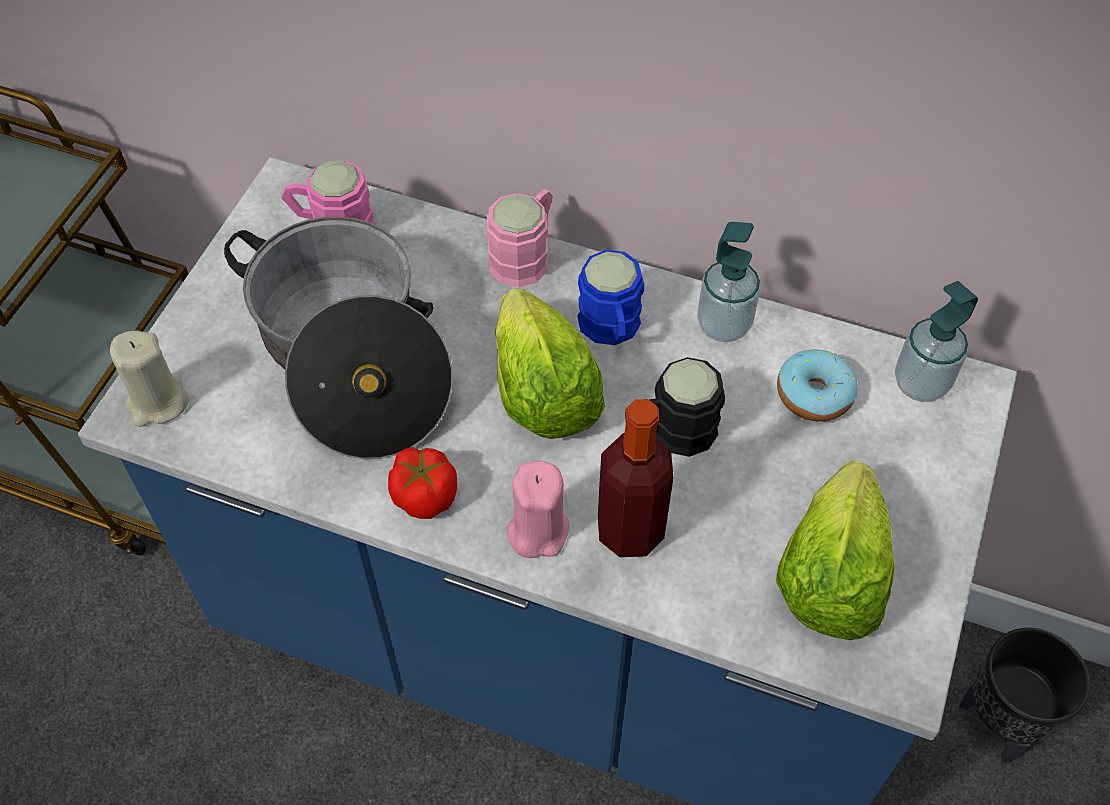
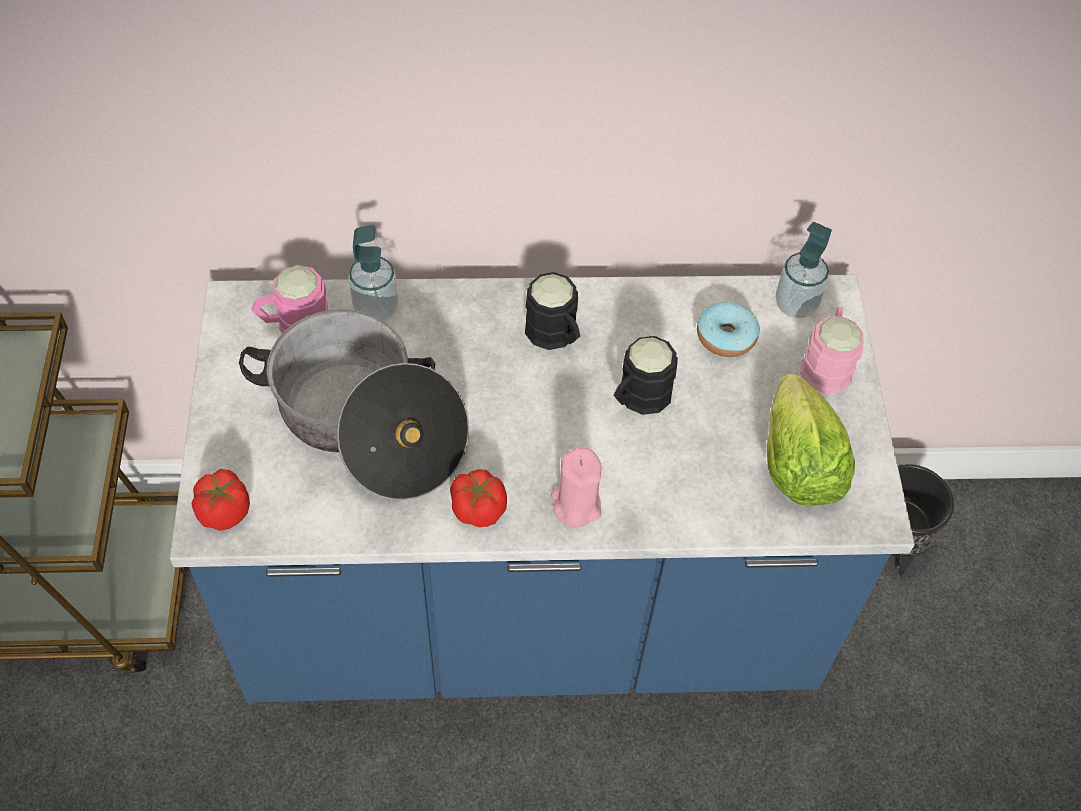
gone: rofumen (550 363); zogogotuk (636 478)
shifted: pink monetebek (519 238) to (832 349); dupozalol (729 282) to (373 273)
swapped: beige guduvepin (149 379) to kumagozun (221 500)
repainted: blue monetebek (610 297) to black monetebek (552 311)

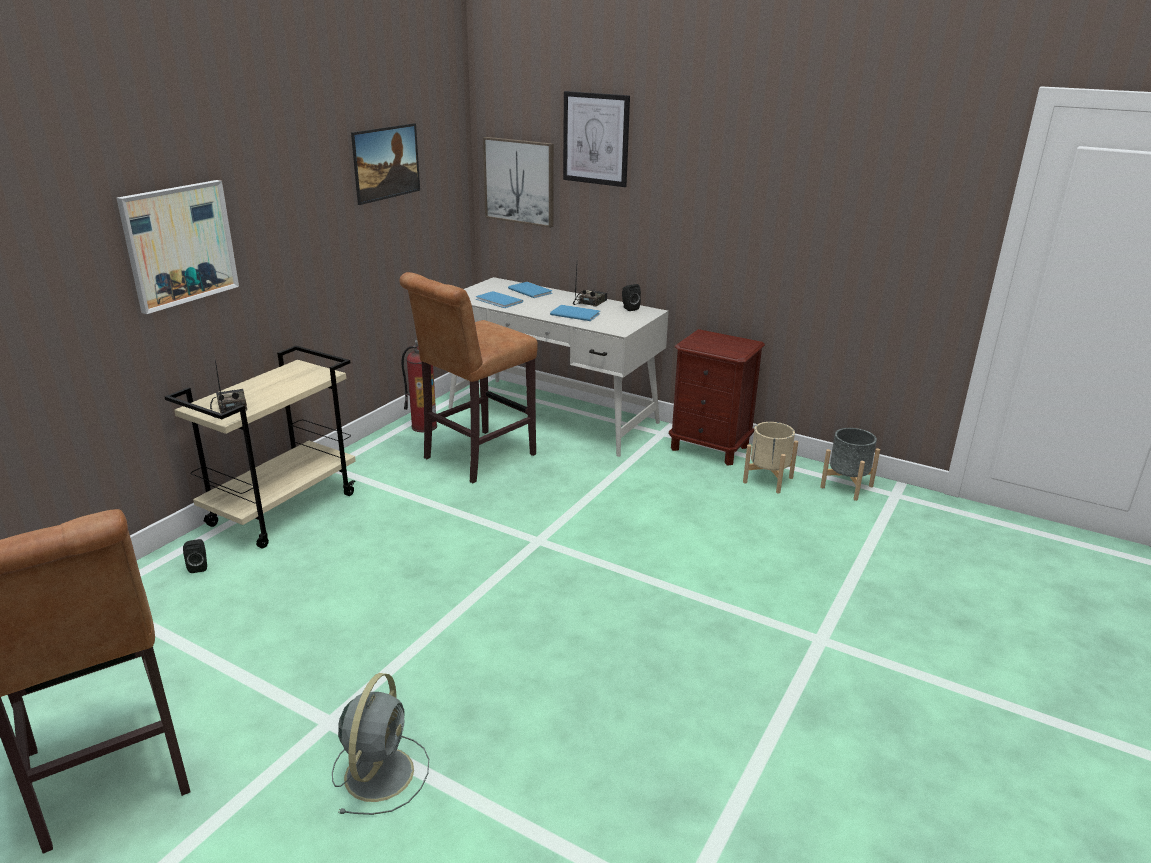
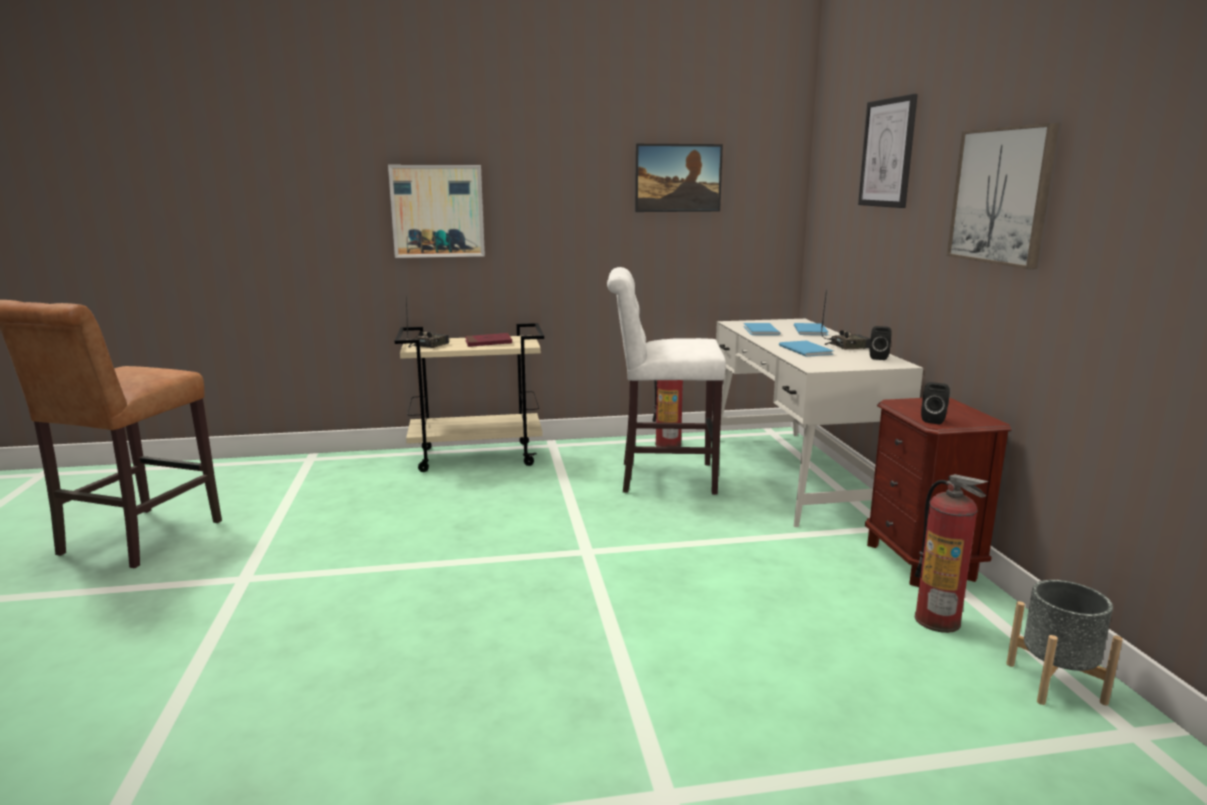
gone: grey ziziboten (380 744)
new: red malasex (488 340)
shifted: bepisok (518 182) to (1003 196); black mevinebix (195 556) to (935 403)
swapped: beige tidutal (770 457) to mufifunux (952 553)
repainted: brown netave (468 377) to white netave (666 381)

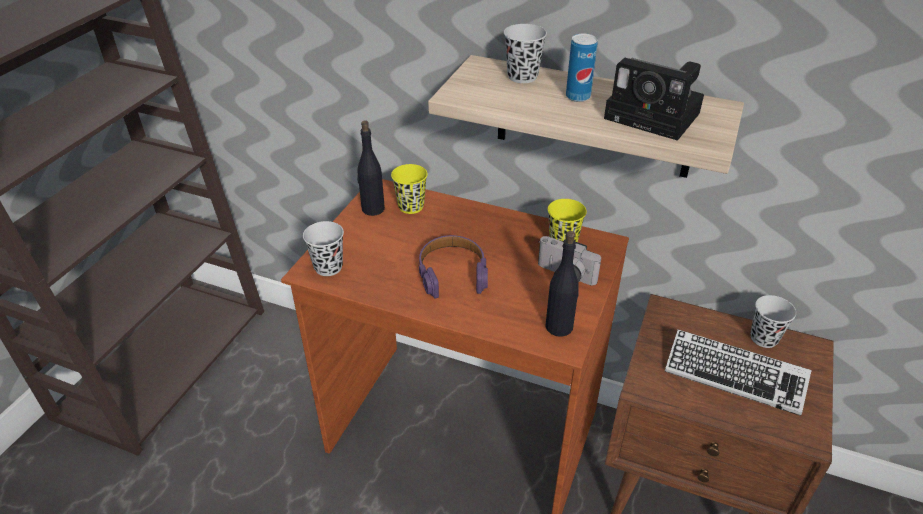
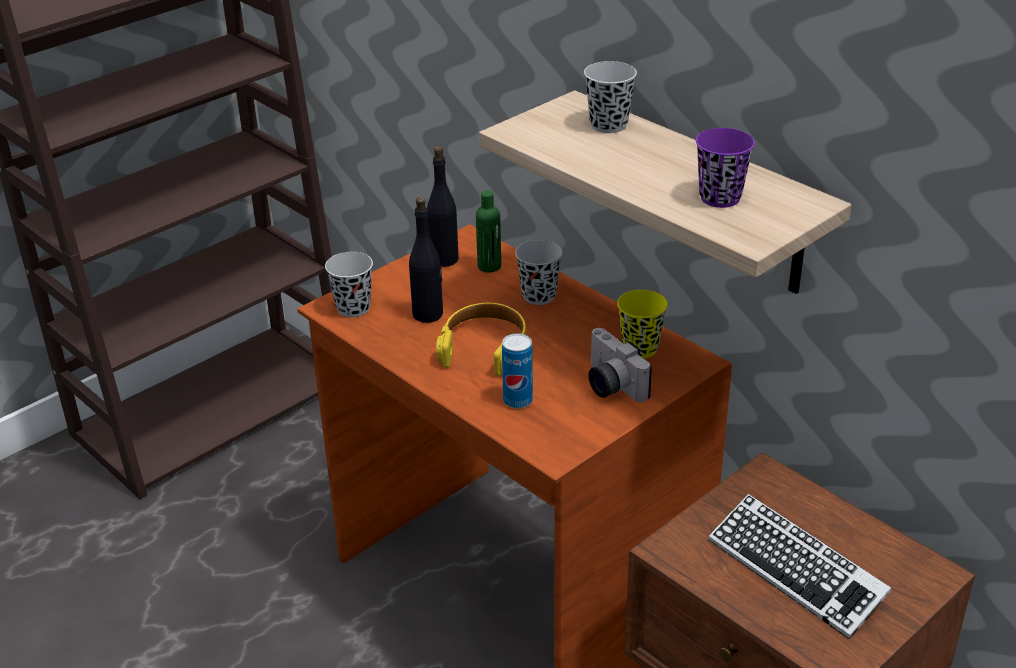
shifted: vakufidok (582 68) to (517 371); black zogogotuk (562 284) to (426 260); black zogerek (773 321) to (539 272)
swapped: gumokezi (654 99) to purple zogerek (725 168); yellow zogerek (409 189) to green zogogotuk (488 231)
repainted: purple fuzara (453 266) to yellow fuzara (481 339)

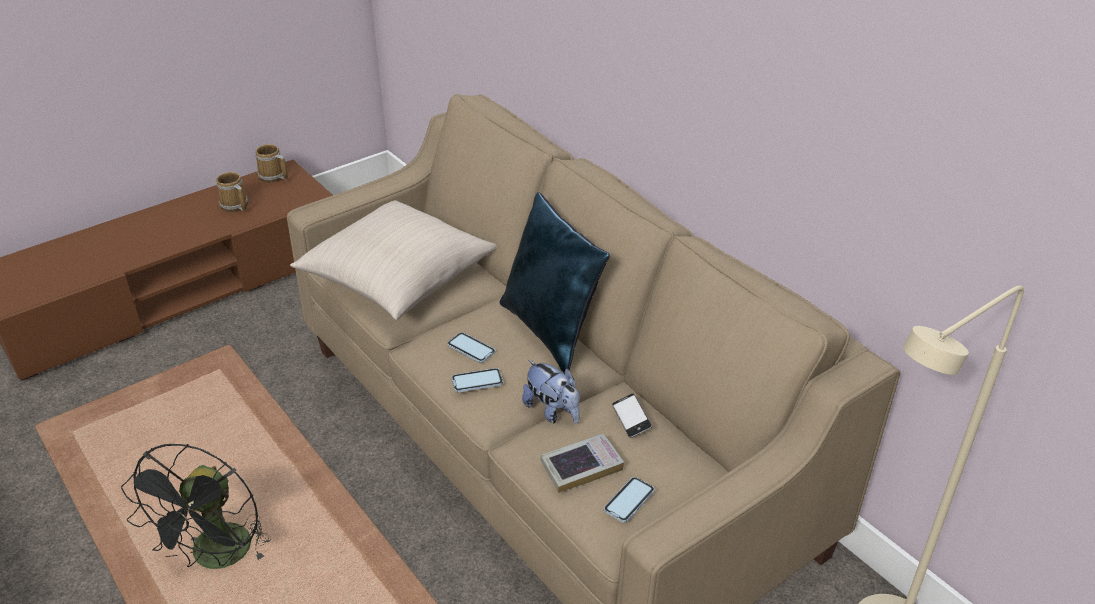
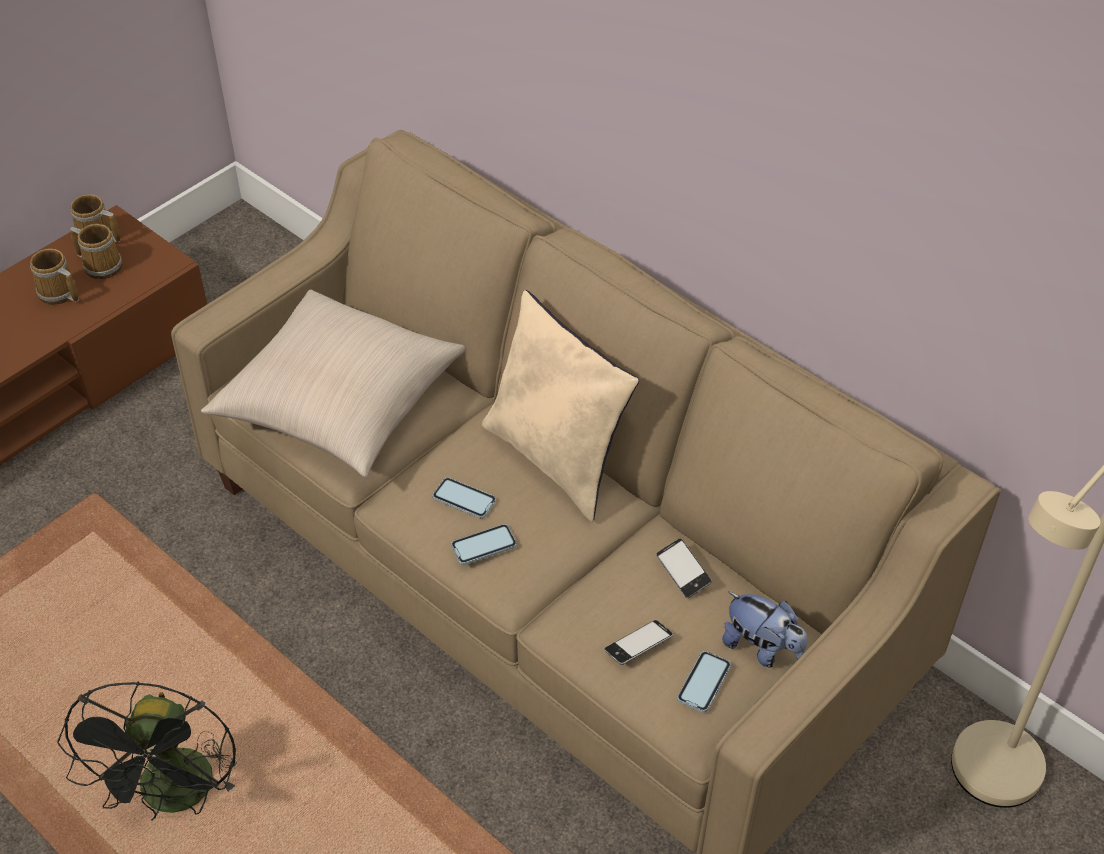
new: monetebek (96 251)
shifted: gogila (551 391) to (764 630)
swapped: malasex (582 463) to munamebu (639 642)
repainted: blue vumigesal (555 282) to beige vumigesal (560 406)

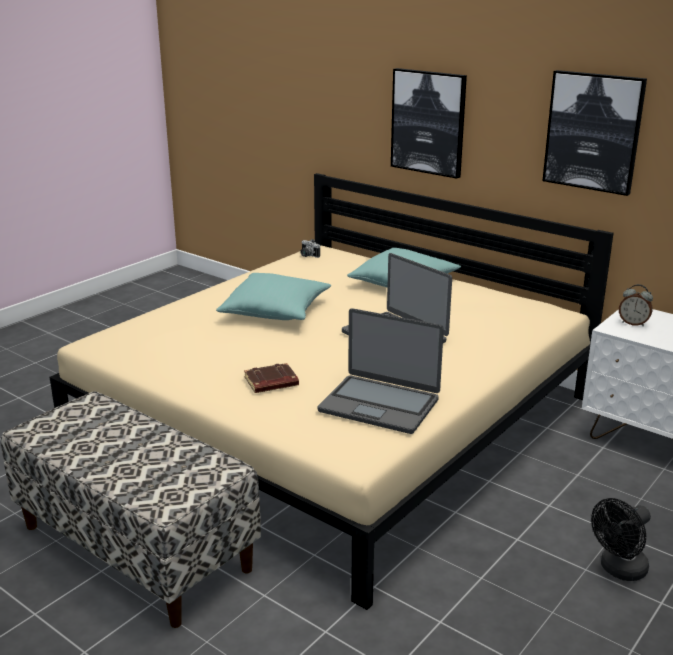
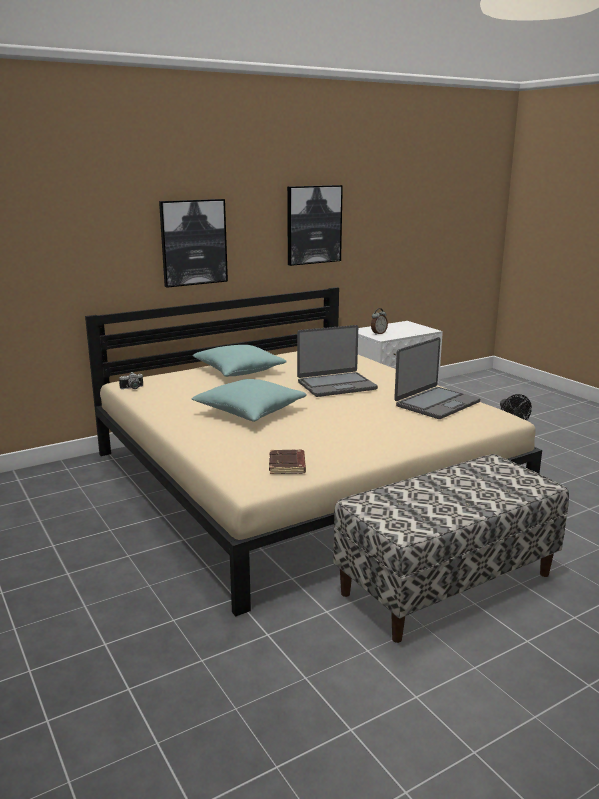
shifted: brown malasex (271 378) to (287 462)

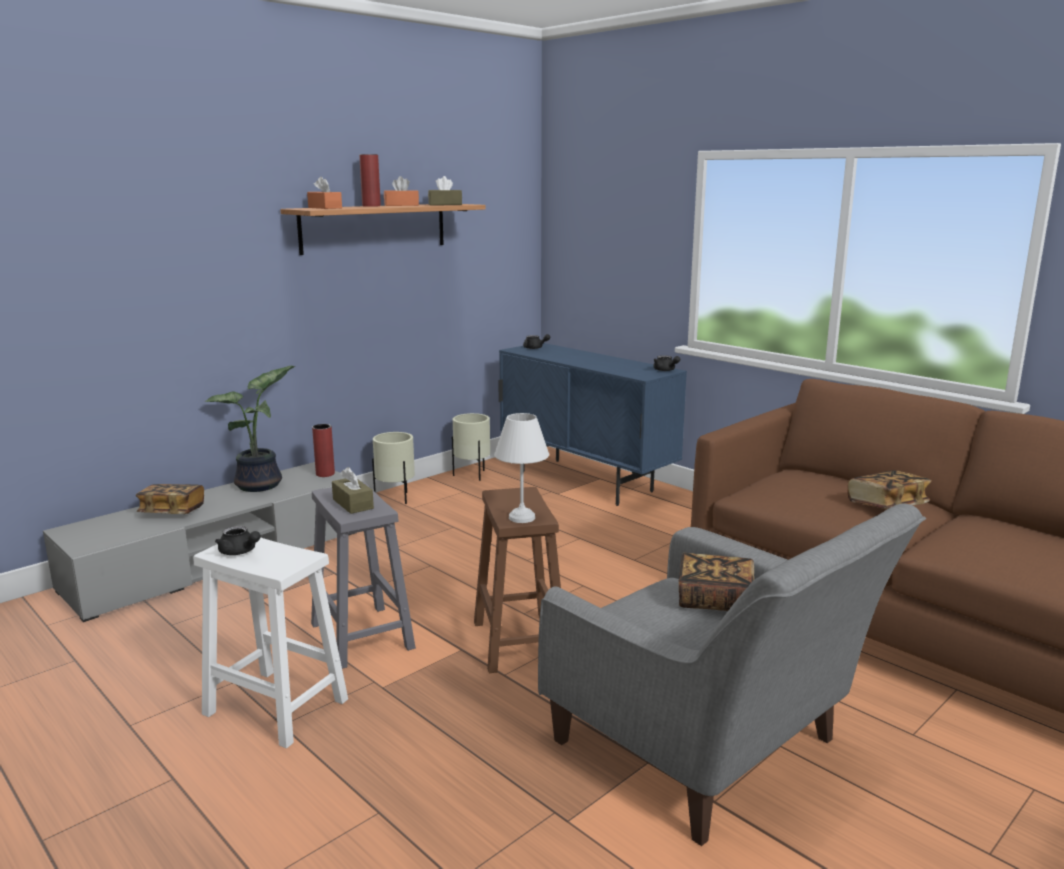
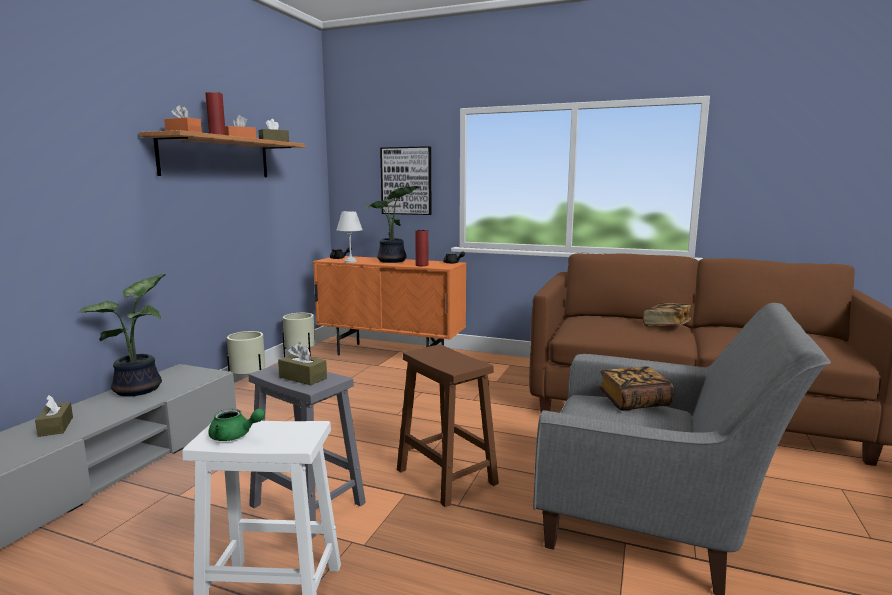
new: bepisok (406 180); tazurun (393 224)
shifted: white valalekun (521 468) to (350 237); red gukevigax (323 450) to (422 248)
swapped: malasex (170 499) to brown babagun (54 416)
repainted: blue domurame (592 424) to orange domurame (389 306); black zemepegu (238 540) to green zemepegu (236 425)

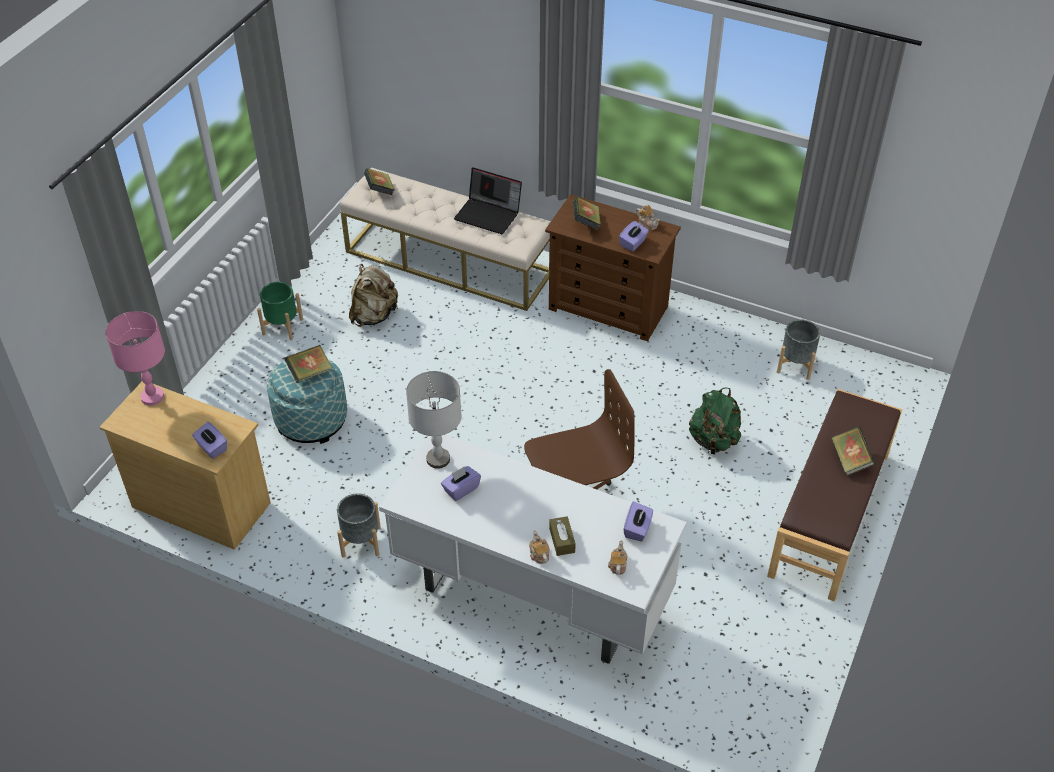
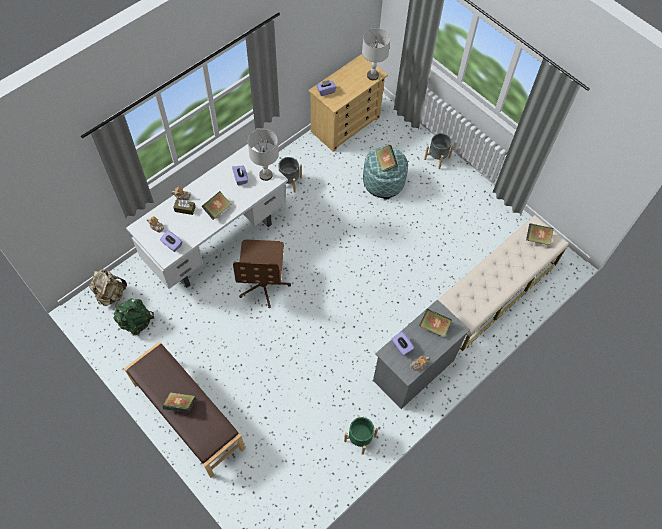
gone: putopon (488 200)
new: malasex (216 205)
shifted: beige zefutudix (373 295) to (108 287); green tidutal (280 311) to (361 435); grey tidutal (799 349) to (439 151); green zefutudix (715 420) to (134 316)
repainted: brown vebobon (613 267) to grey vebobon (421 354); pink valalekun (135 358) to grey valalekun (376 54)

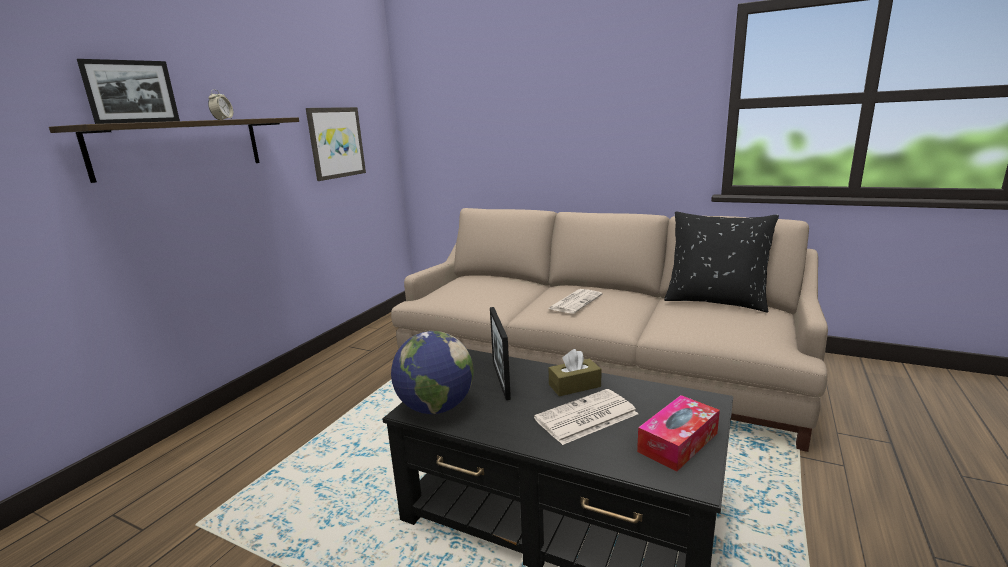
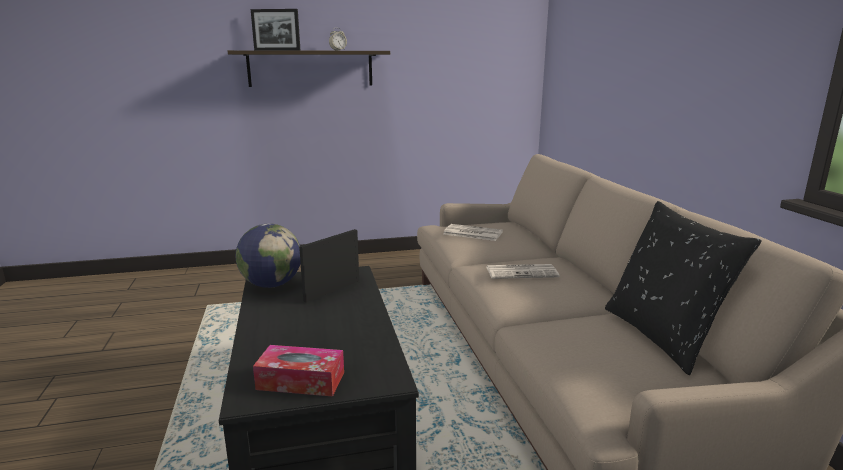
gone: bepisok (336 144); brown babagun (575 372)
shifted: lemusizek (586 417) to (473 232)

